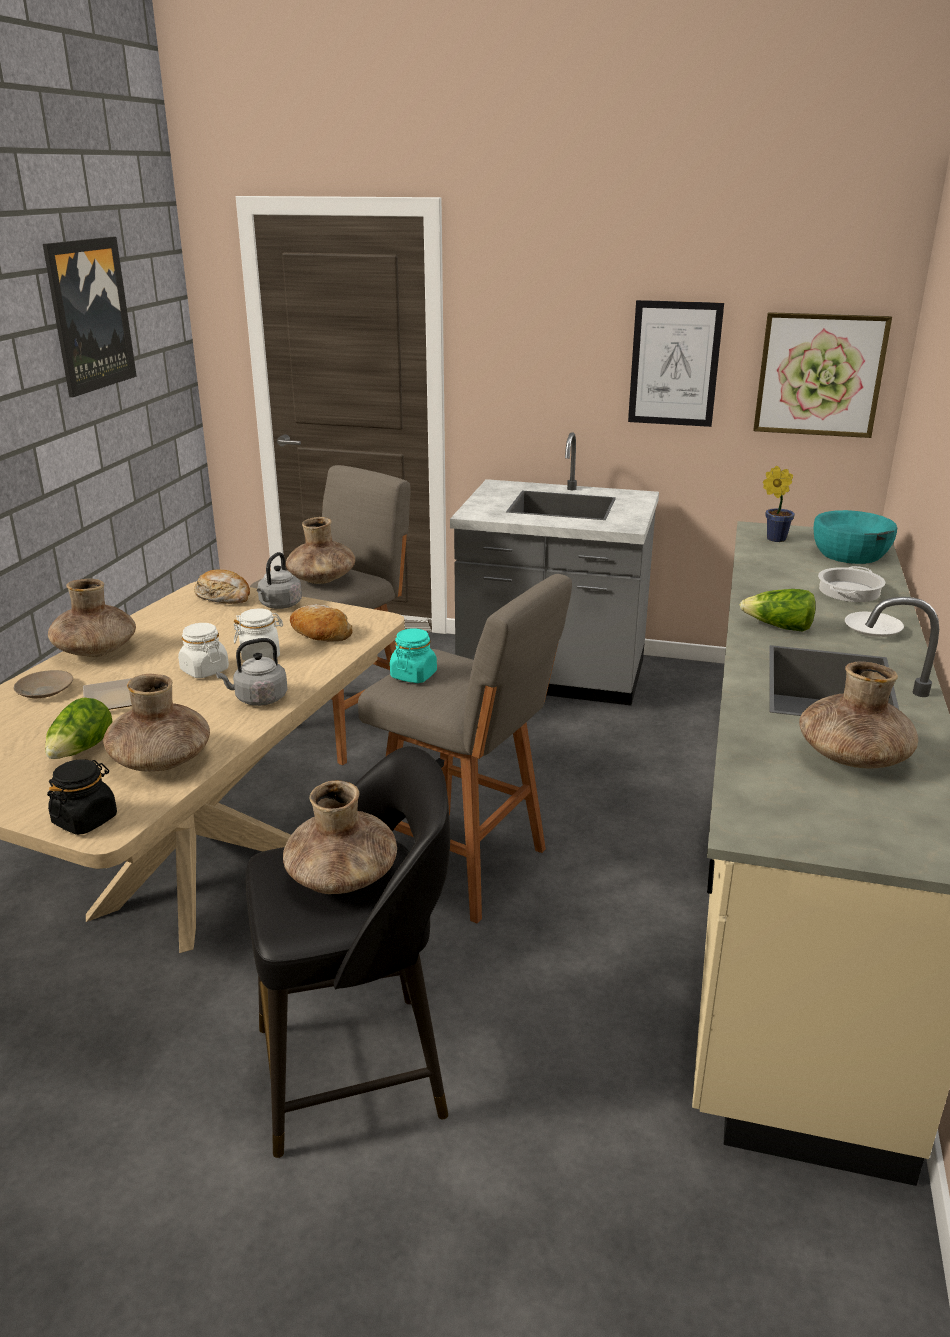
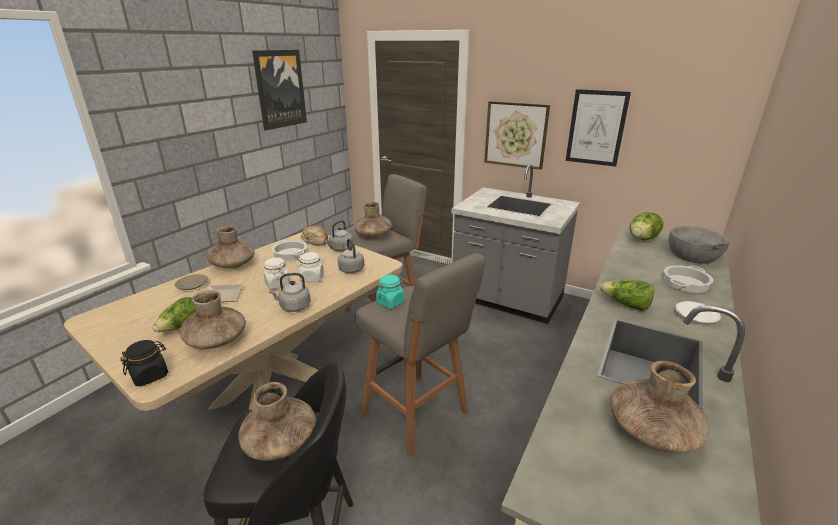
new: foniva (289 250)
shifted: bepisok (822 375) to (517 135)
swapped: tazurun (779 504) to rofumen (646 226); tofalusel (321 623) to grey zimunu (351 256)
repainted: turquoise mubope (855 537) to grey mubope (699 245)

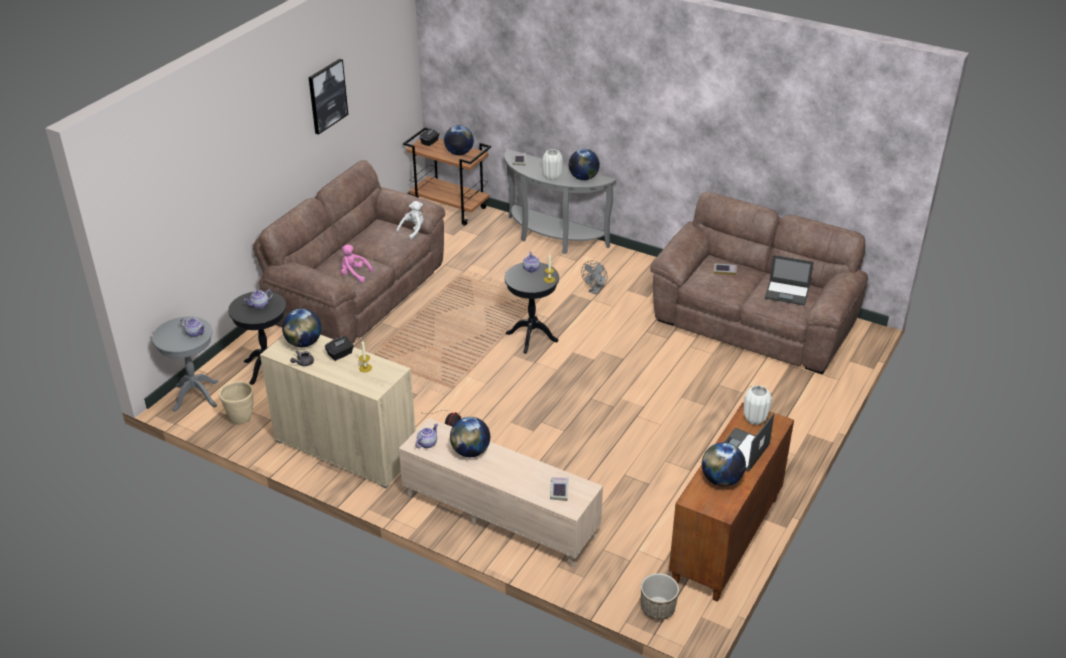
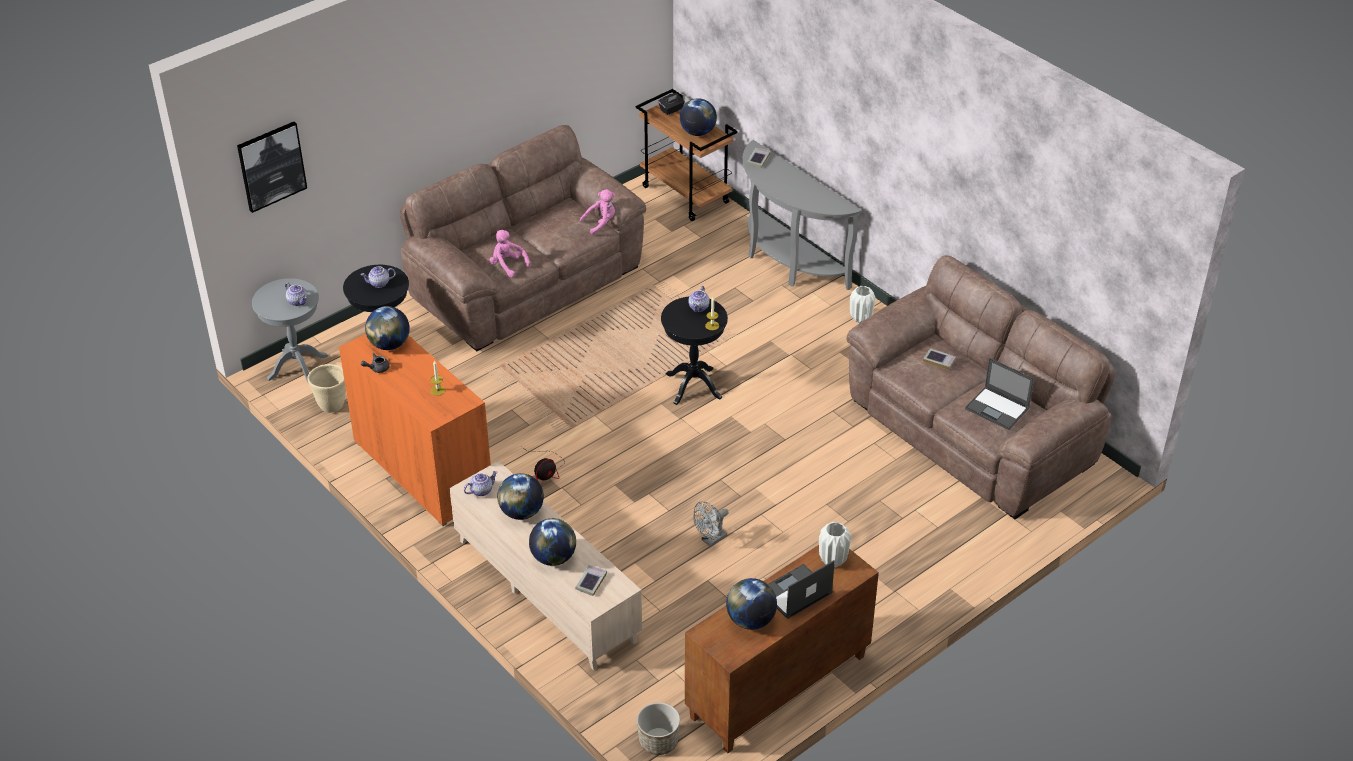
gone: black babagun (339 348)
shifted: bepisok (328 97) to (272 167); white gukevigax (553 165) to (863 304); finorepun (584 164) to (552 542); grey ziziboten (594 278) to (711 524)
repainted: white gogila (410 220) to pink gogila (597 212); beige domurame (338 411) to orange domurame (415 430)

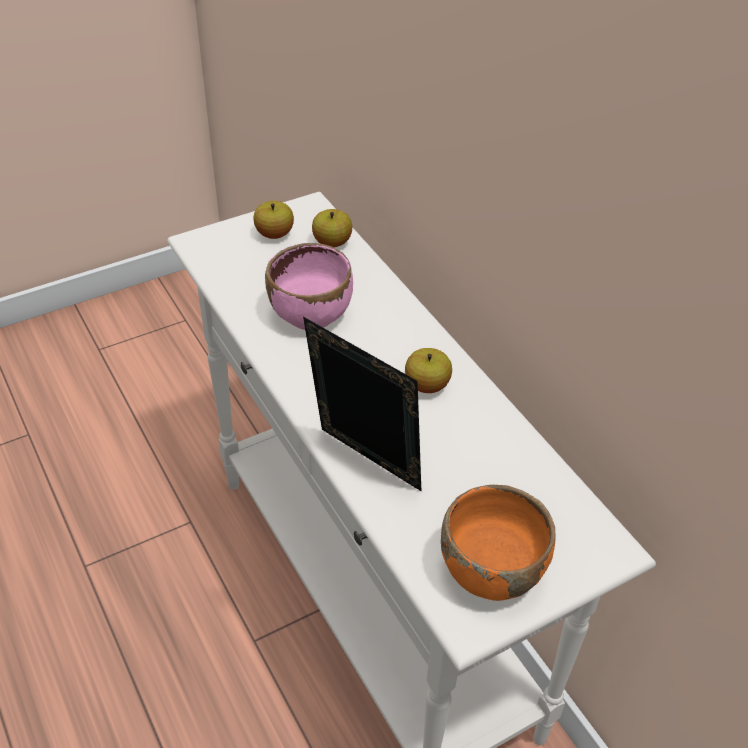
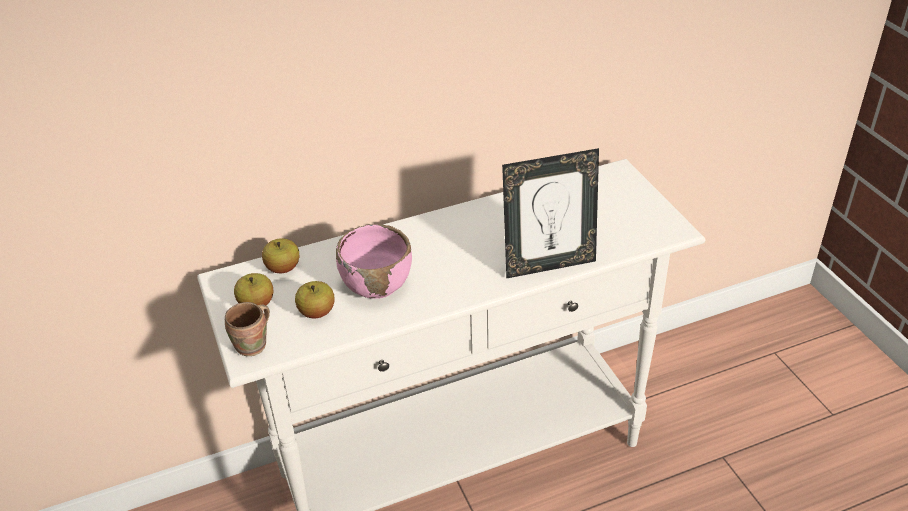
gone: orange mubope (498 543)
new: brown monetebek (247 329)
shifted: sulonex (428 370) to (315 299)
rotated: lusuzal (362 404) = (550 213) 150 degrees counterclockwise

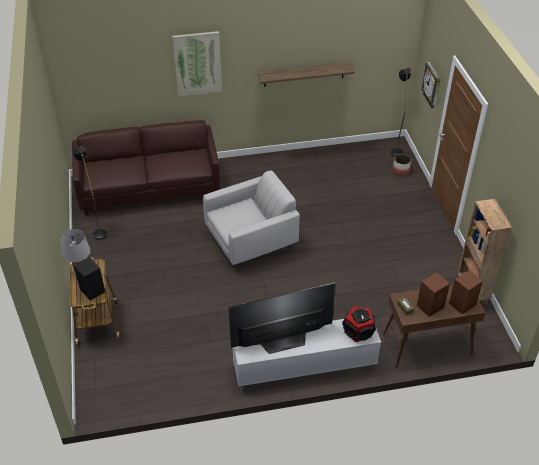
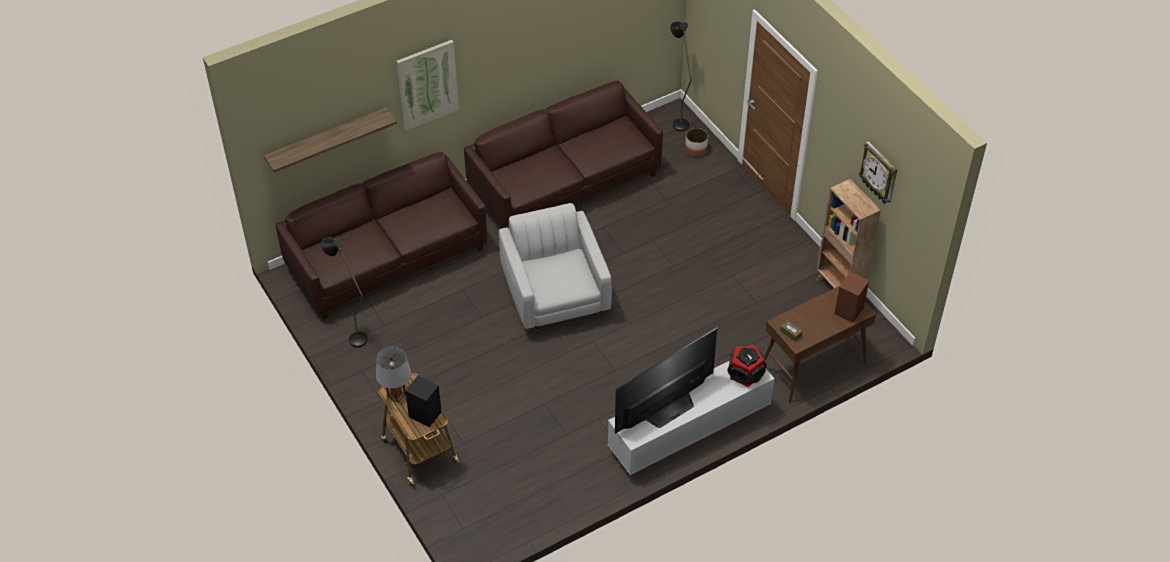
gone: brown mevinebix (433 295)
new: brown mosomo (563 154)
shifted: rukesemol (430 85) to (878 172); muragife (306 75) to (330 140)
rotated: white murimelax (251 218) = (555 267) 60 degrees counterclockwise

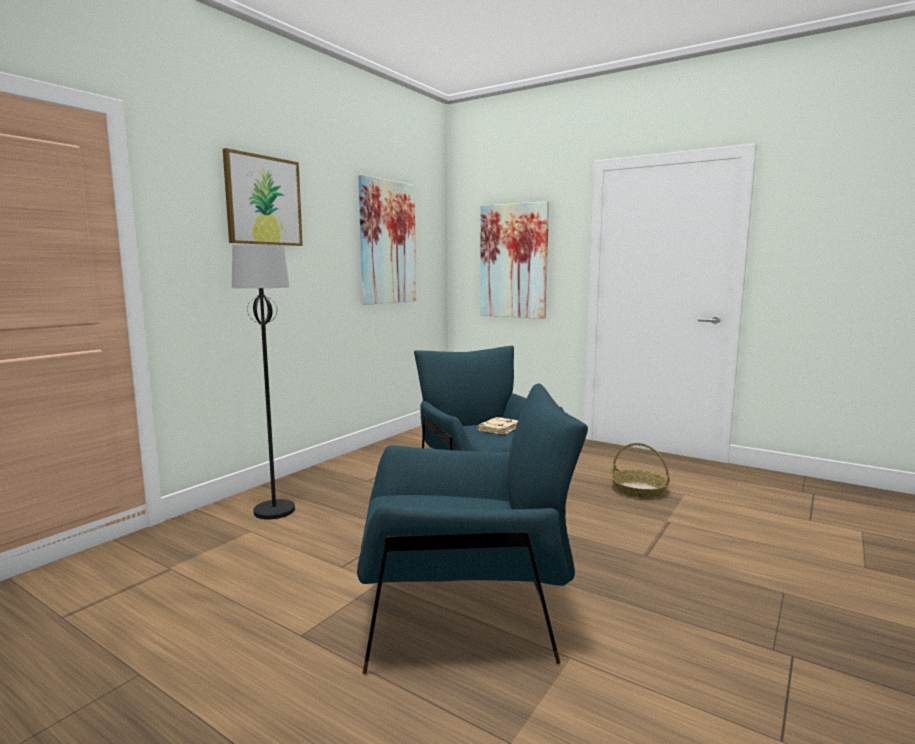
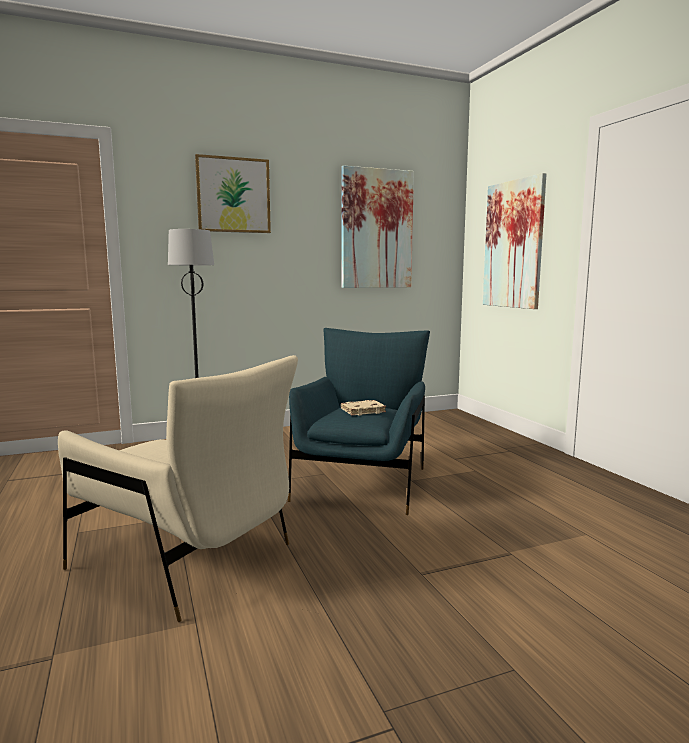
gone: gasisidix (640 470)
repainted: blue murimelax (472 529) to beige murimelax (178 488)

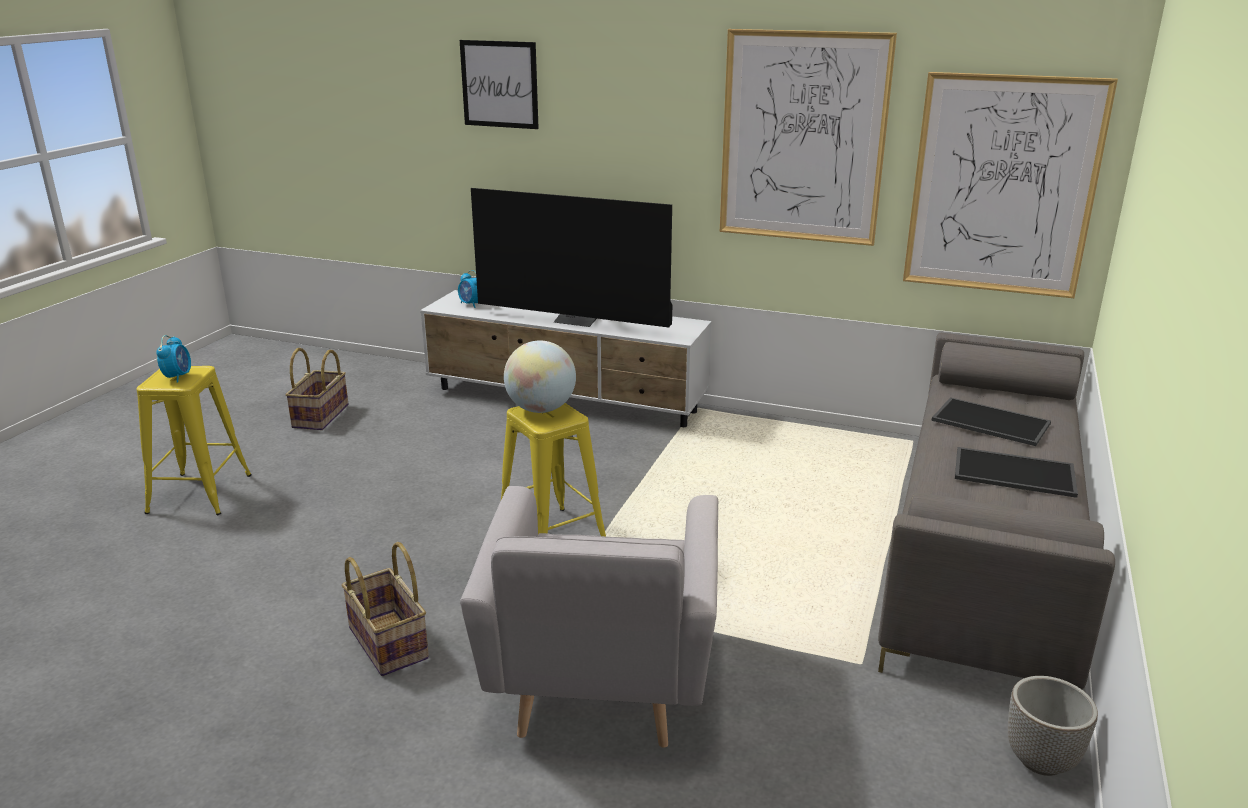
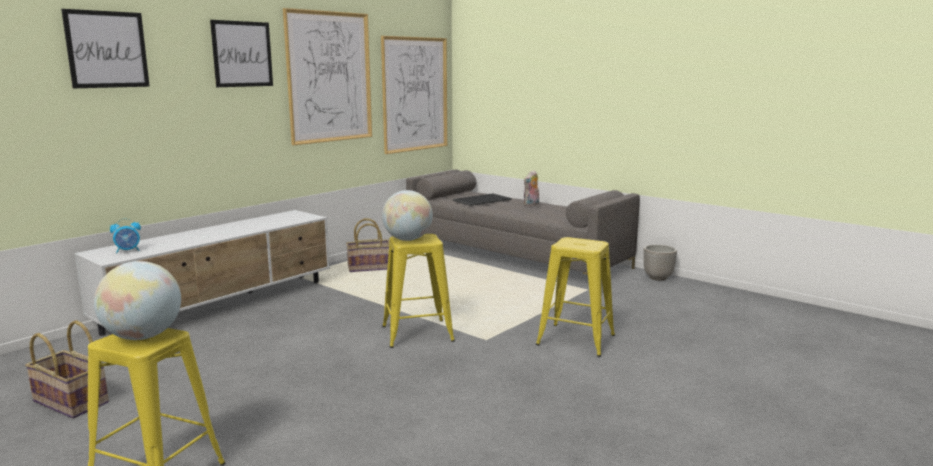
gone: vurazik (571 257)
new: bepisok (241 53)
shifted: gasisidix (385 609) to (368 245)
swapped: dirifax (173 359) to finorepun (137 300); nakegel (1016 472) to gogila (531 188); grey murimelax (589 617) to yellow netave (575 297)

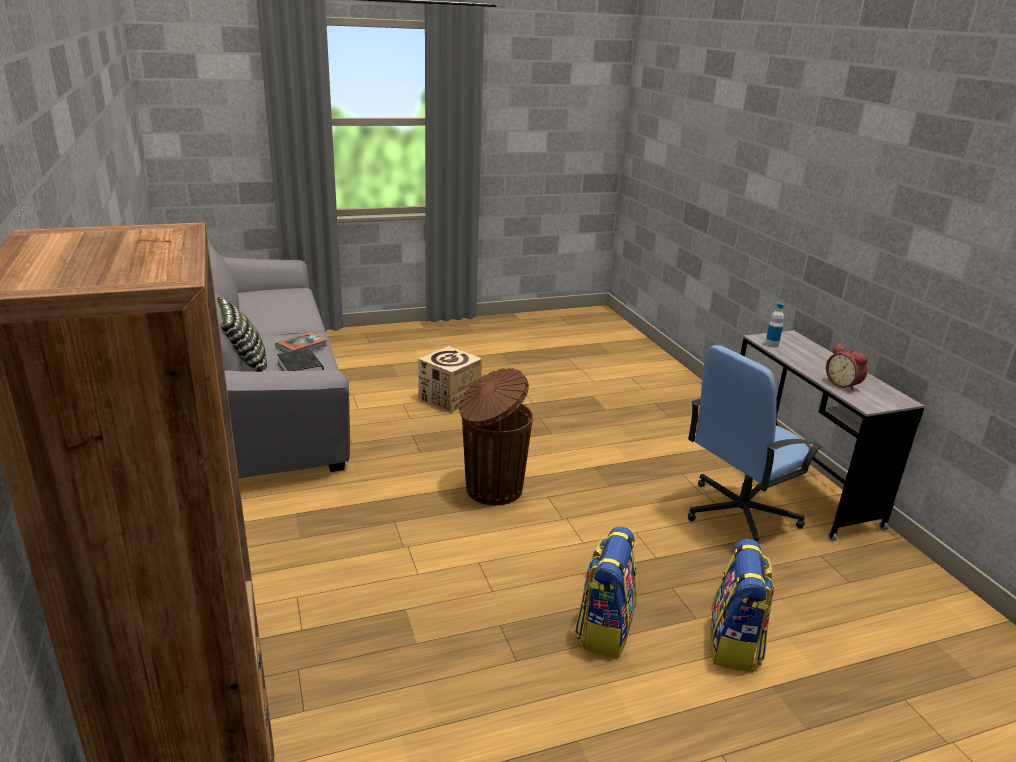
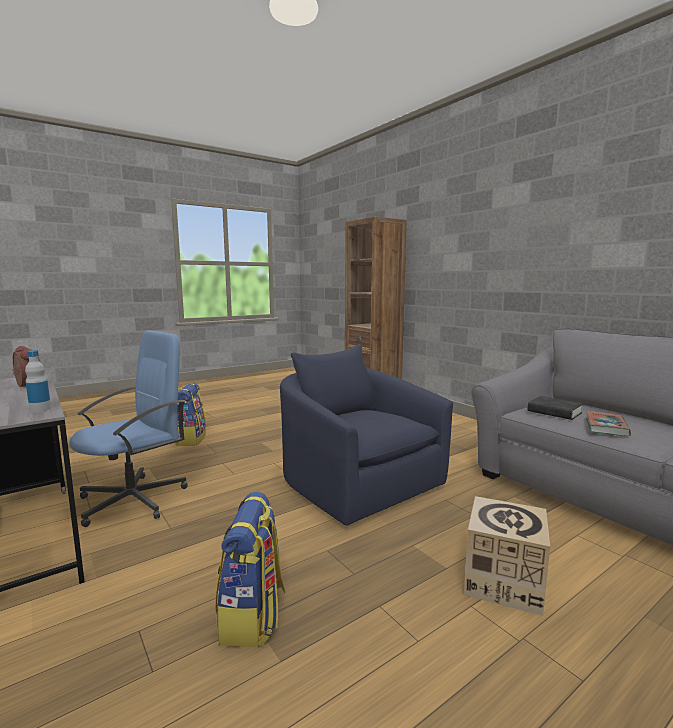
gone: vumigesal (242 334)
shifted: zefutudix (606 592) to (250 569)
swapped: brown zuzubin (496 436) to blue murimelax (366 435)

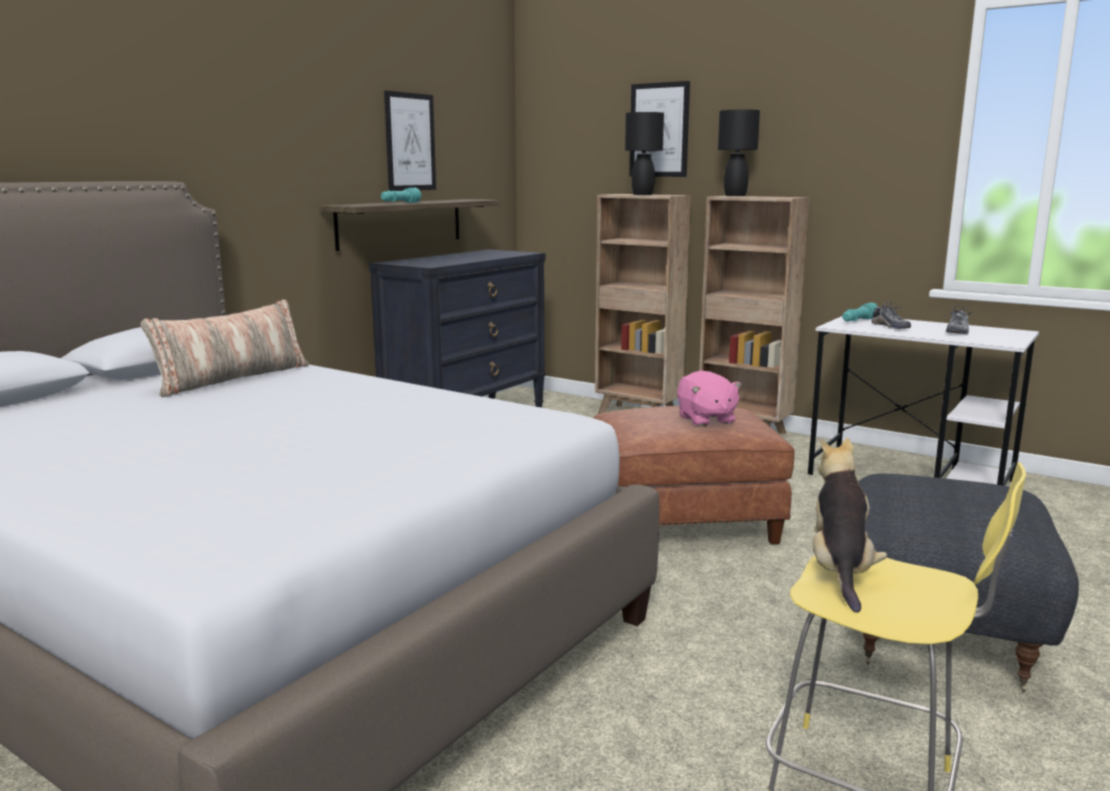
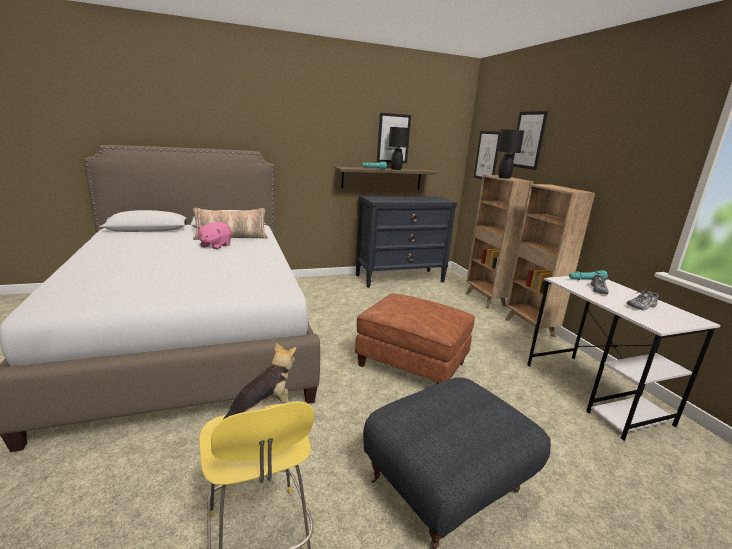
new: bepisok (487 155)
shifted: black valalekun (739 152) to (399 148); pink gogila (709 398) to (214 235)

